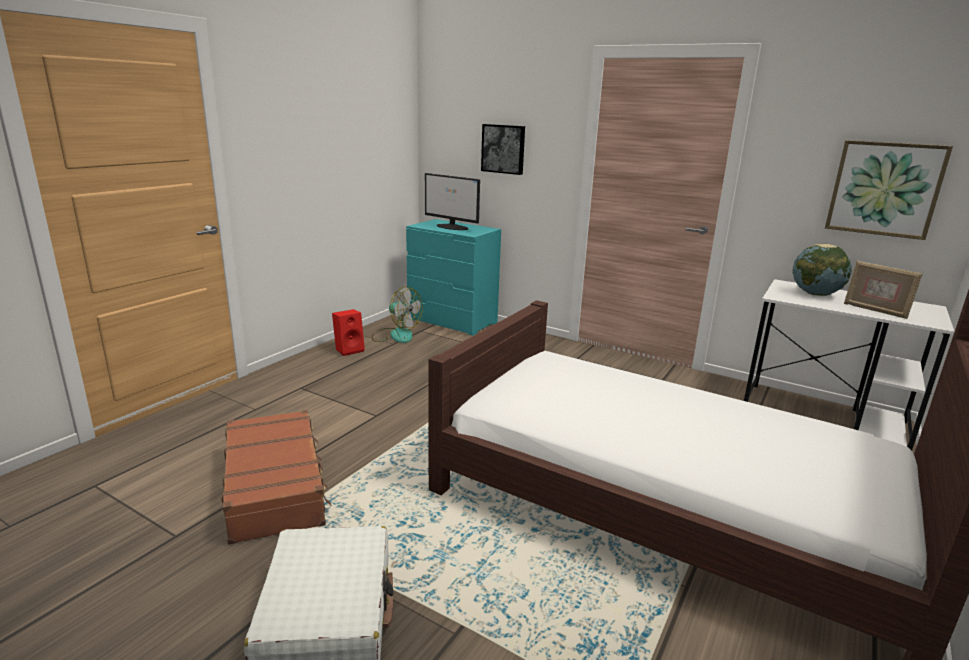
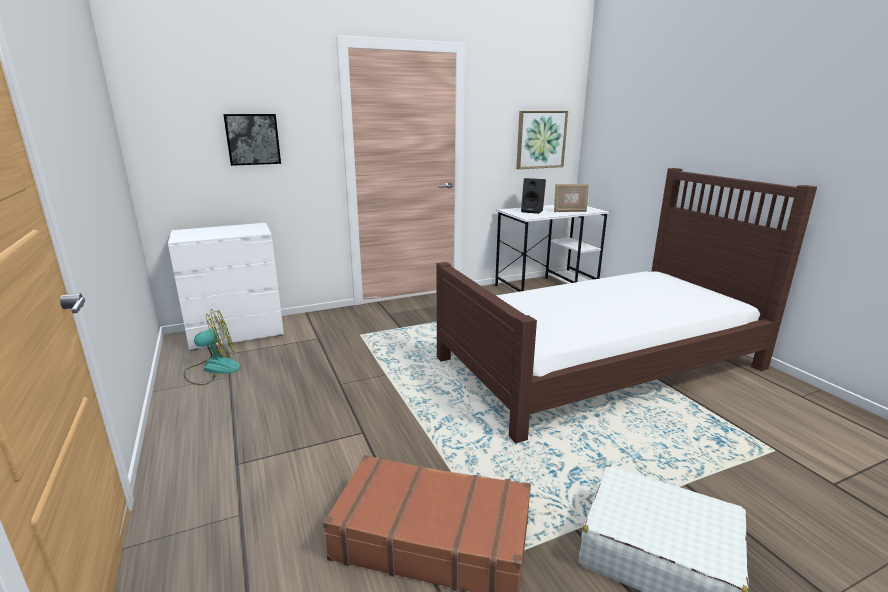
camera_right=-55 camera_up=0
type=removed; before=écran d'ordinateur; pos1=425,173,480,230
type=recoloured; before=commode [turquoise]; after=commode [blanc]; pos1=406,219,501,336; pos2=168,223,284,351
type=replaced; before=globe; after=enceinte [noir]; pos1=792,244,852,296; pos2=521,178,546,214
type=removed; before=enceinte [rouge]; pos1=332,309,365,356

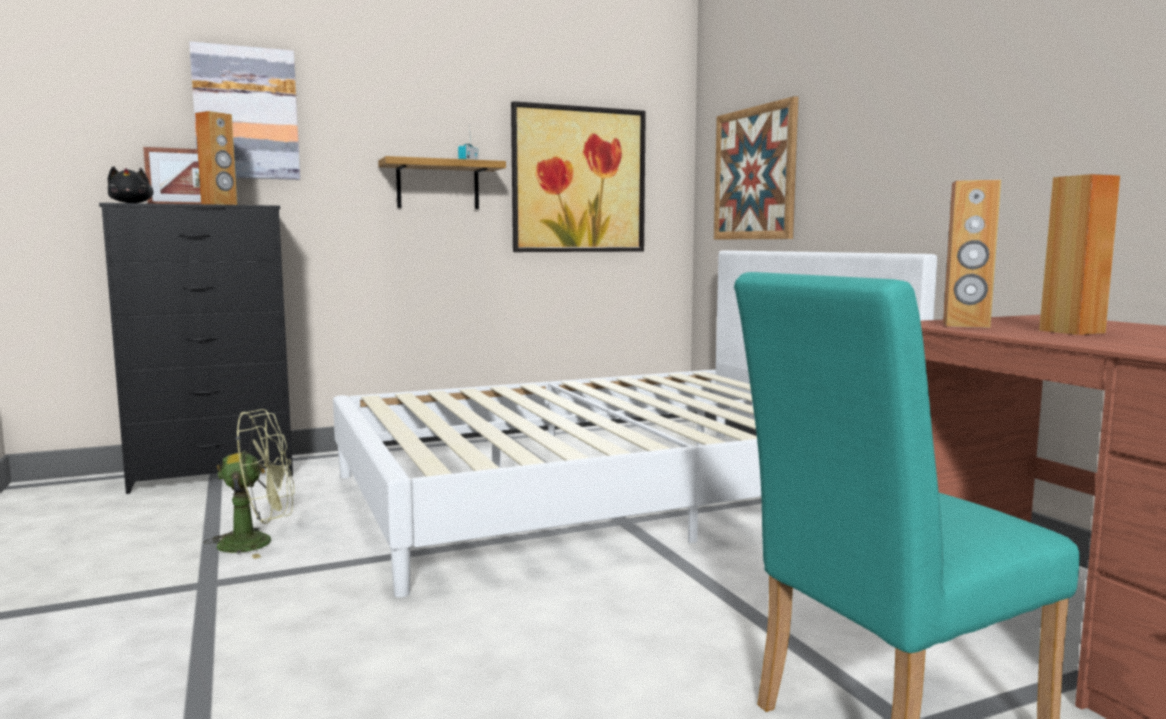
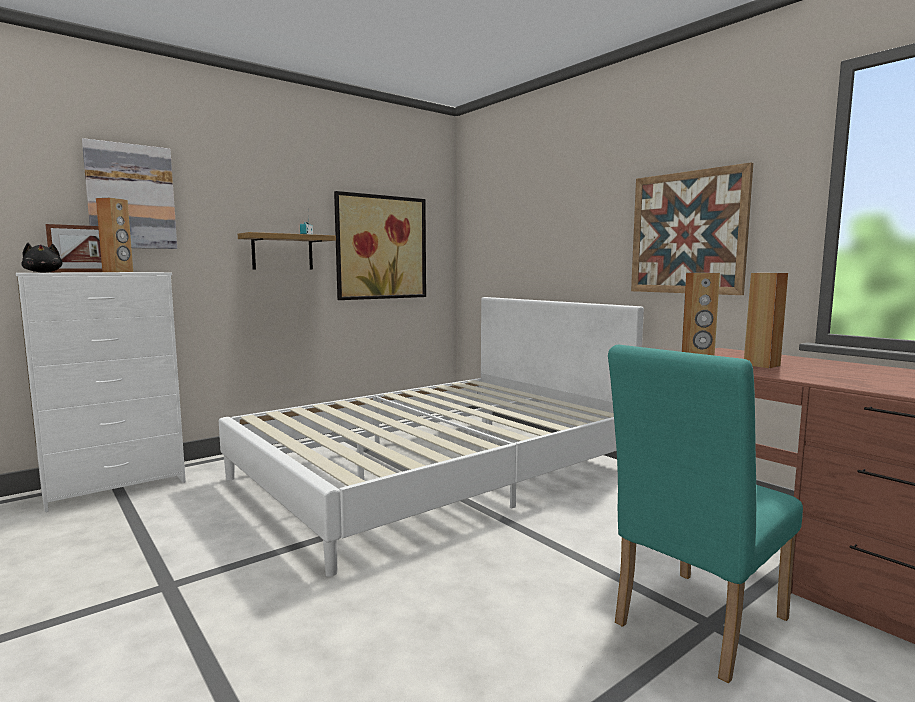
camera_right=-15 camera_up=0
type=moved; before=tableau; pos1=714,96,798,239; pos2=631,163,753,295
type=recoloured; before=commode [noir]; after=commode [blanc]; pos1=99,203,293,494; pos2=16,272,186,512
type=removed; before=ventilateur [vert]; pos1=204,409,294,559

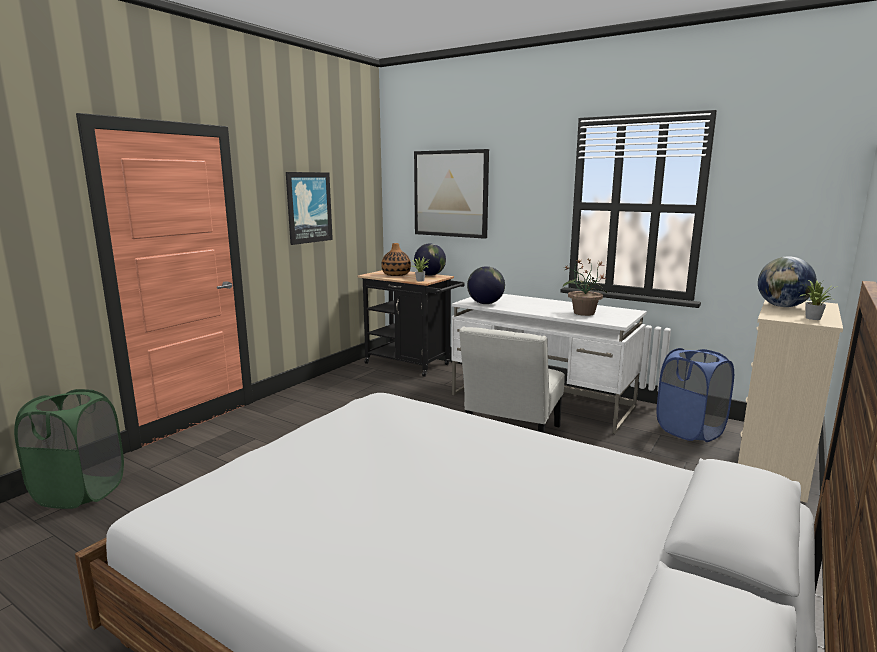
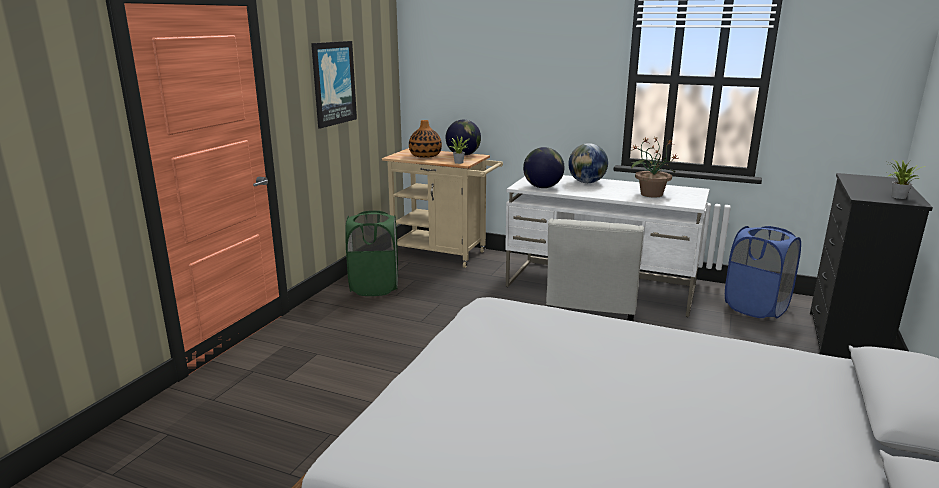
camera_right=-10 camera_up=5
type=removed; before=tableau; pos1=414,149,489,239
type=moved; before=globe; pos1=758,256,817,307; pos2=568,143,608,183
type=recoloured; before=chariot [noir]; after=chariot [beige]; pos1=357,270,465,377; pos2=382,148,503,268
type=recoloured; before=commode [beige]; after=commode [noir]; pos1=738,300,843,503; pos2=810,173,933,359
type=moved; before=panier à linge [vert]; pos1=14,389,124,509; pos2=346,211,398,296

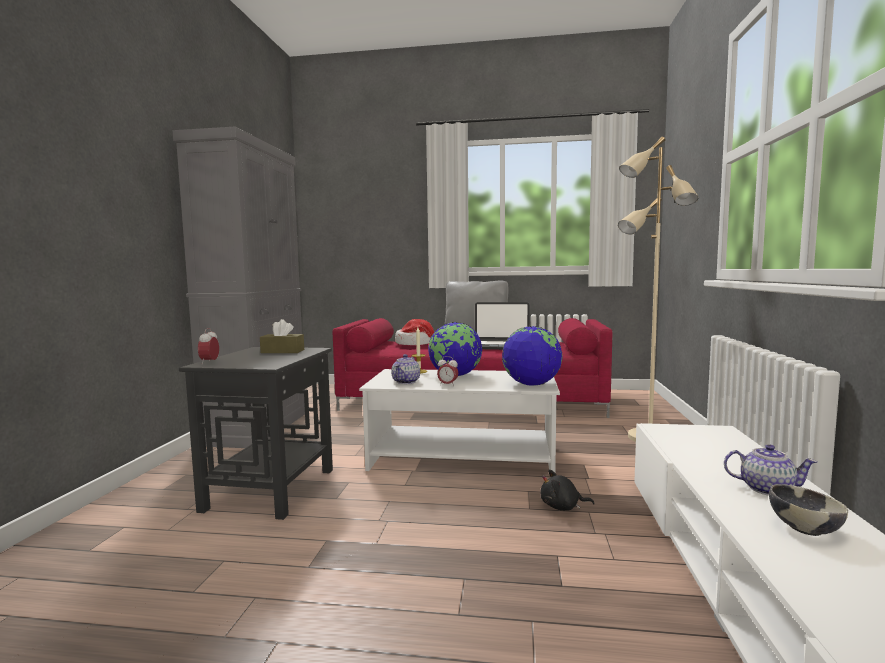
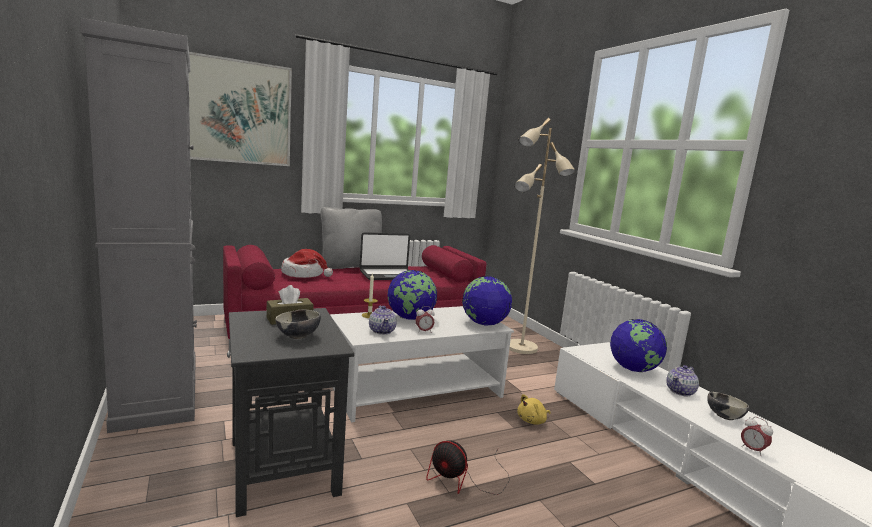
camera_right=-35 camera_up=5
type=moved; before=réveil; pos1=198,328,219,364; pos2=741,417,773,456
type=turned; before=théière; pos1=724,444,817,496; pos2=666,365,699,396; turn=150
type=recoloured; before=peluche [noir]; after=peluche [jaune]; pos1=541,469,595,511; pos2=517,394,550,425
type=added; after=tableau; pos2=189,52,292,166
type=added; after=bol; pos2=275,309,321,339
type=added; after=globe; pos2=610,319,667,372
type=added; after=ventilateur; pos2=426,440,510,495

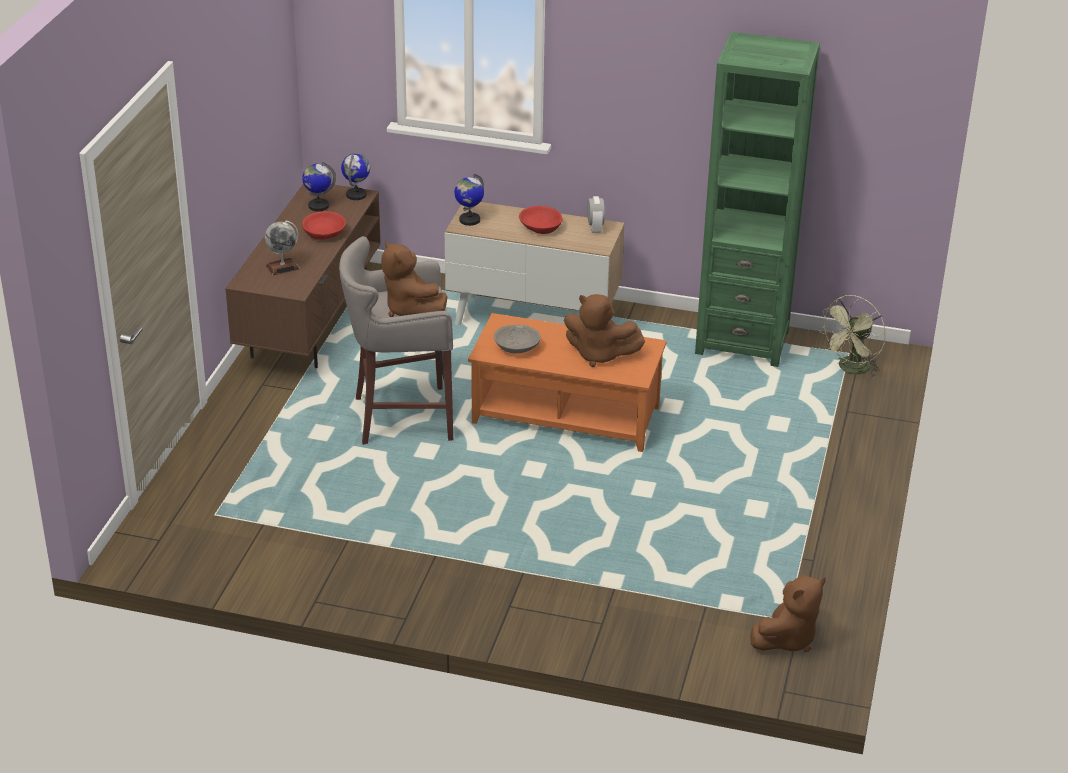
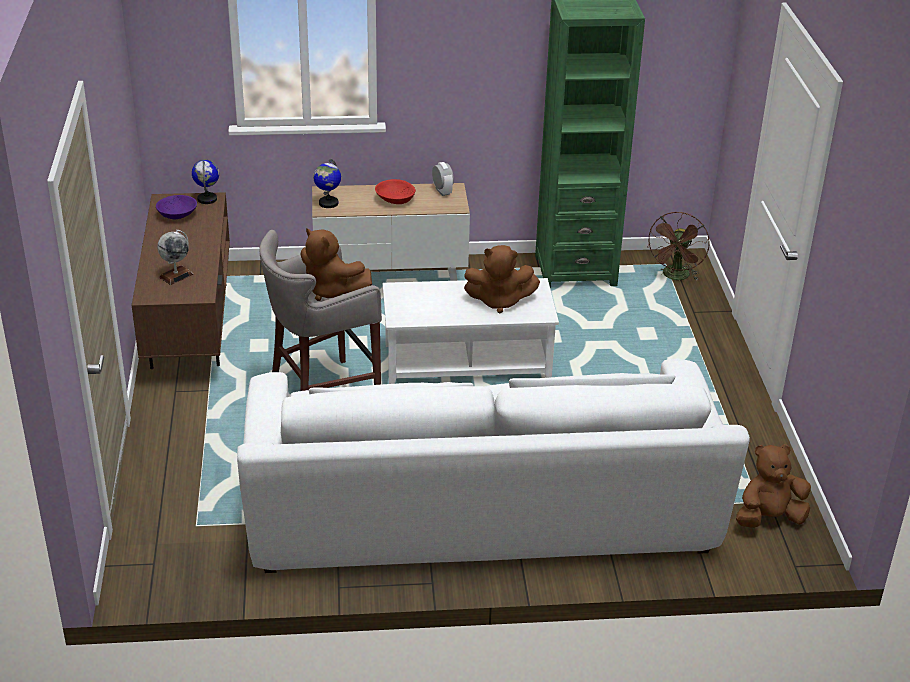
camera_right=-20 camera_up=0
type=replaced; before=globe; after=bol [violet]; pos1=302,162,336,211; pos2=156,195,197,219
type=removed; before=bol [rouge]; pos1=302,211,346,240
type=recoloured; before=ventilateur [vert]; after=ventilateur [marron]; pos1=818,295,886,378; pos2=647,212,710,280
type=recoloured; before=table basse [orange]; after=table basse [blanc]; pos1=468,313,667,452; pos2=383,278,559,384
type=removed; before=bol [gris]; pos1=494,325,541,353
type=turned; before=peluche [marron]; pos1=750,575,826,652; pos2=736,444,811,528; turn=-135
type=added; after=canapé [blanc]; pos2=237,358,750,573

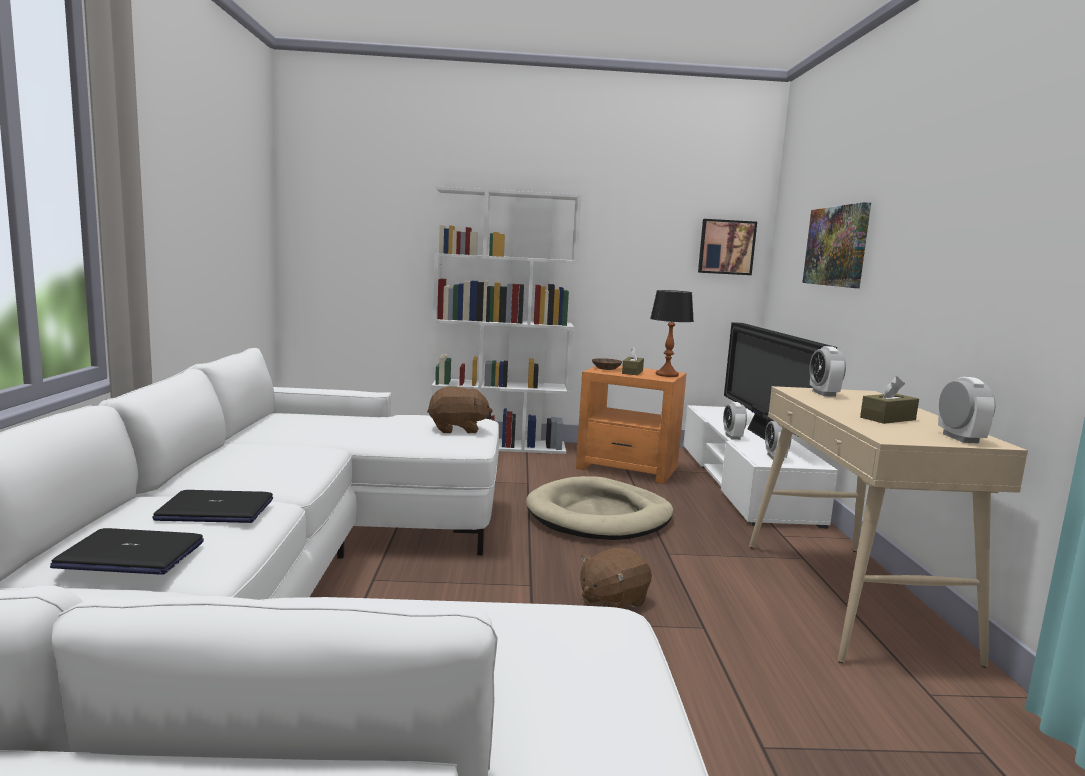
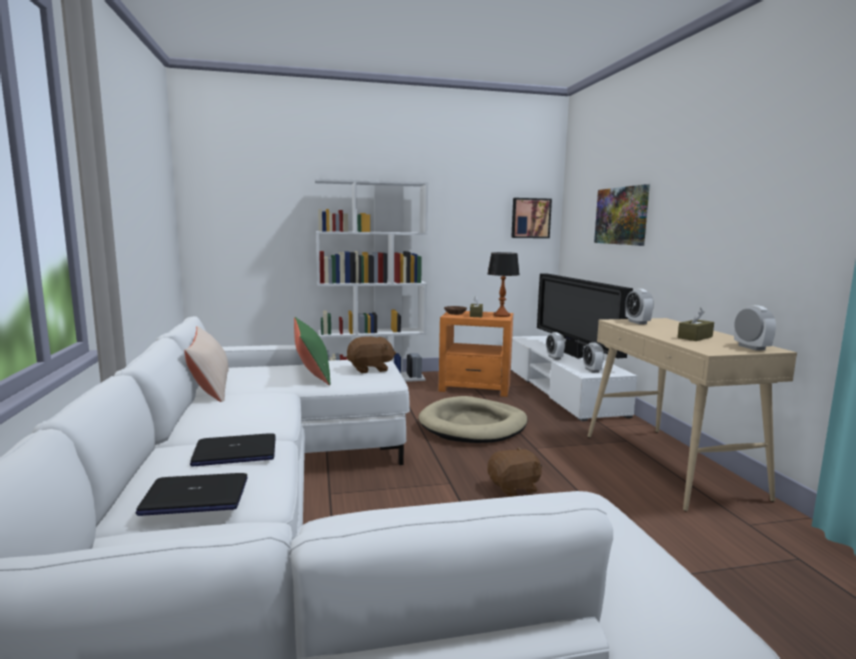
camera_right=-10 camera_up=0
type=turned; before=peluche [marron]; pos1=580,548,652,609; pos2=487,447,542,497; turn=-150
type=added; after=coussin [vert]; pos2=294,317,330,386
type=added; after=coussin [beige]; pos2=184,326,229,402

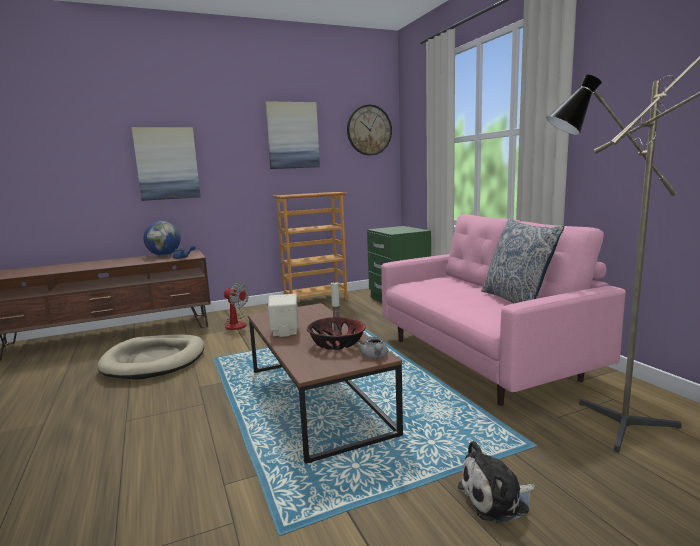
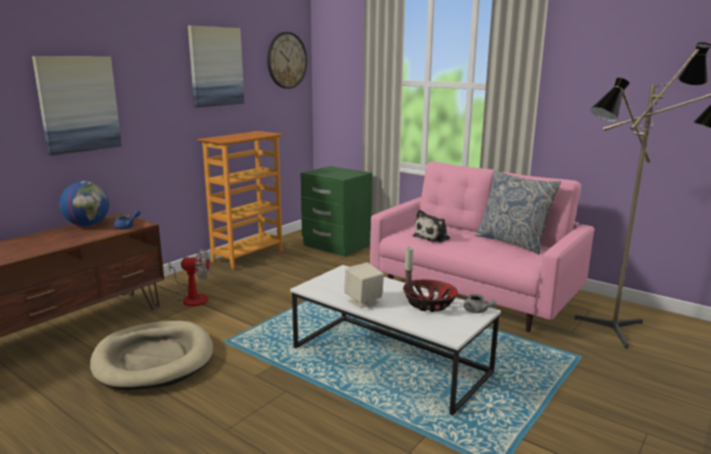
camera_right=-30 camera_up=5
type=recoloured; before=table basse [marron]; after=table basse [blanc]; pos1=248,303,403,464; pos2=290,265,501,415
type=moved; before=peluche; pos1=458,441,535,524; pos2=413,210,450,243

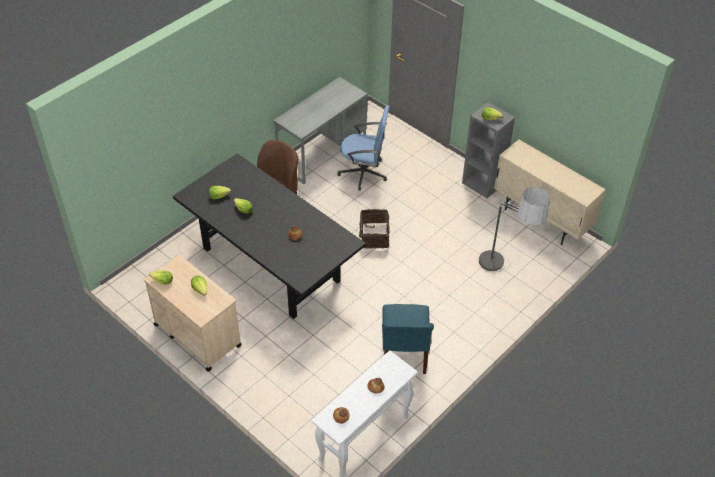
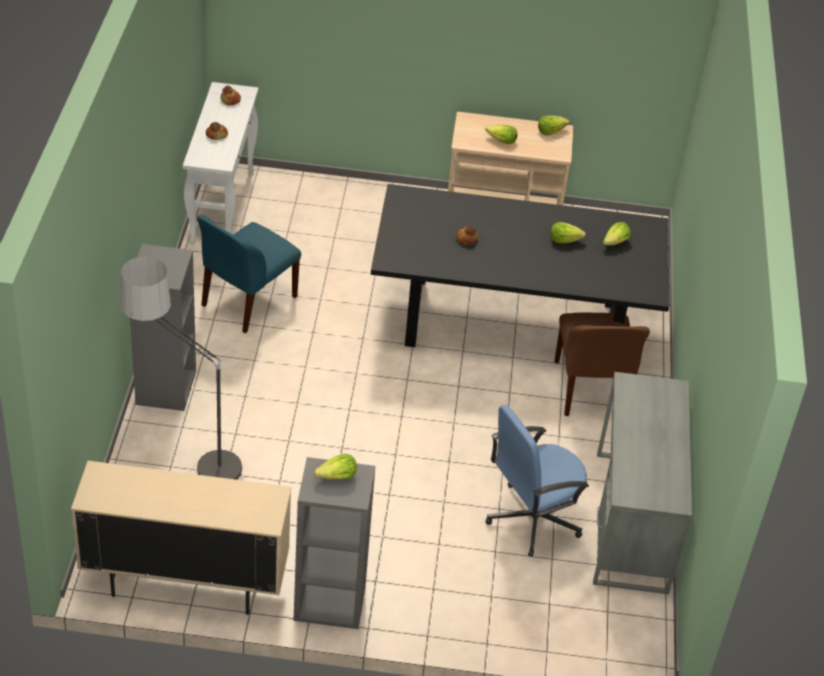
camera_right=140 camera_up=-5
type=removed; before=panier; pos1=353,209,389,249
type=turned; before=chaise [bleu]; pos1=382,304,434,374; pos2=197,215,301,333; turn=-105
type=added; after=bibliothèque [gris]; pos2=130,244,196,411

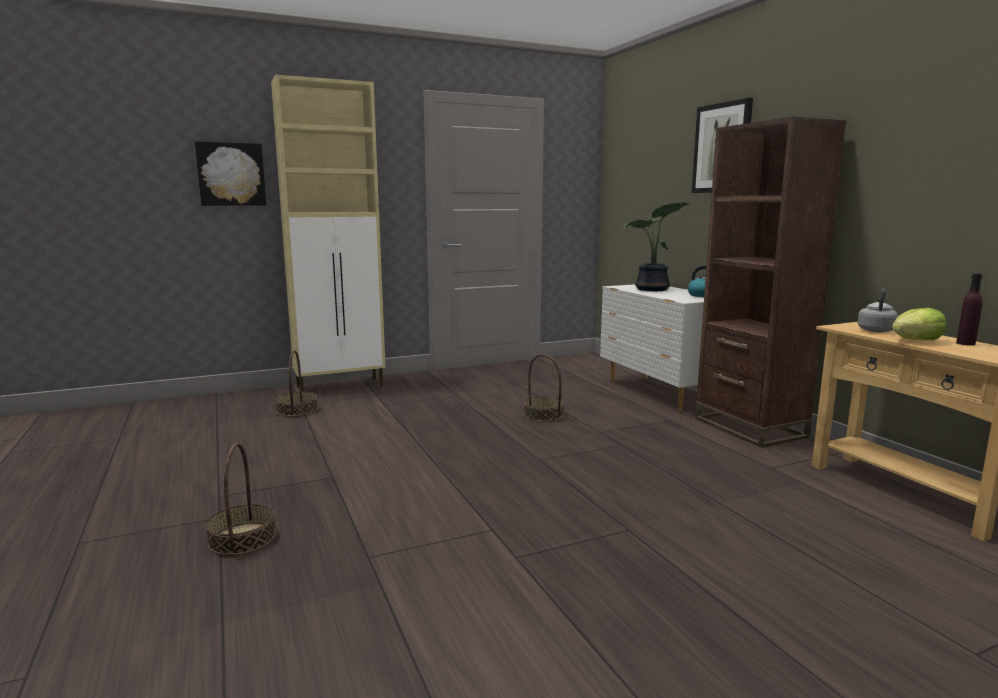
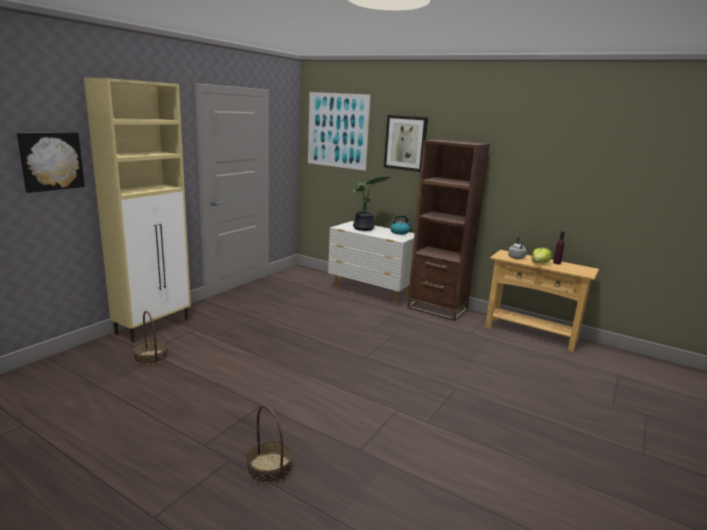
camera_right=-35 camera_up=5
type=removed; before=panier; pos1=524,354,564,422
type=added; after=tableau; pos2=308,92,371,171

